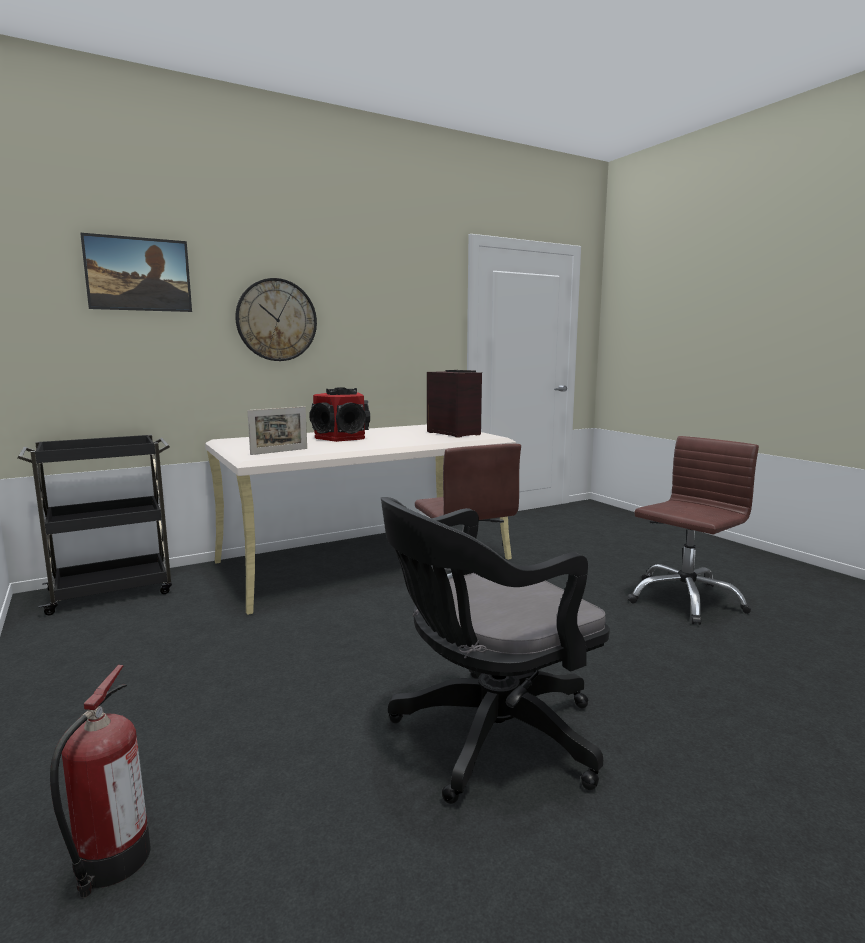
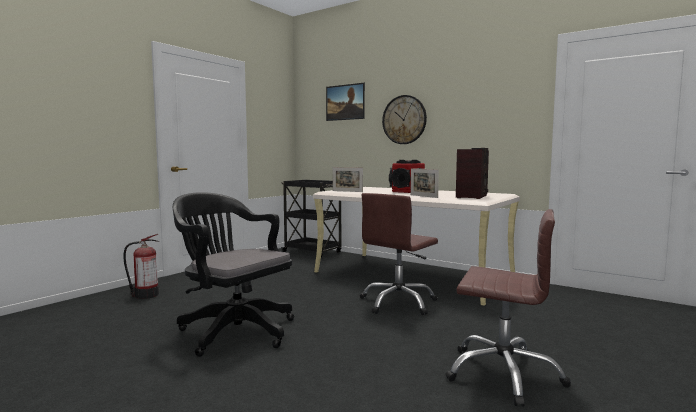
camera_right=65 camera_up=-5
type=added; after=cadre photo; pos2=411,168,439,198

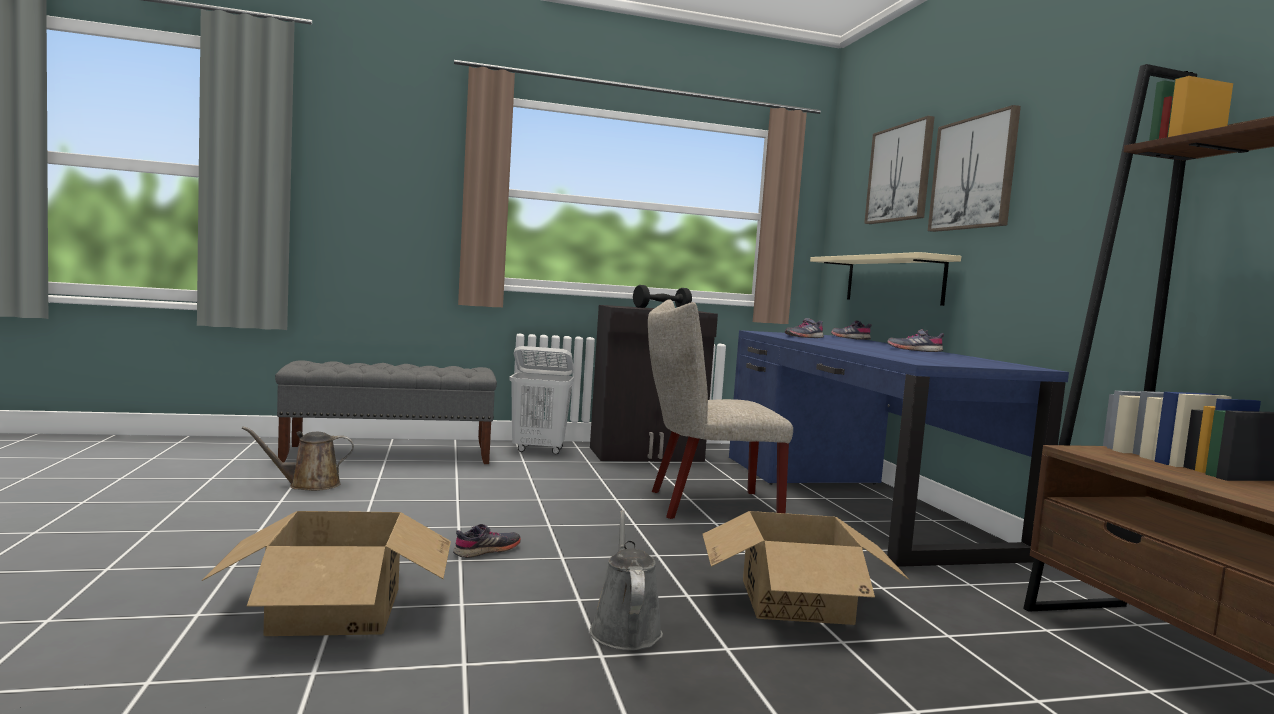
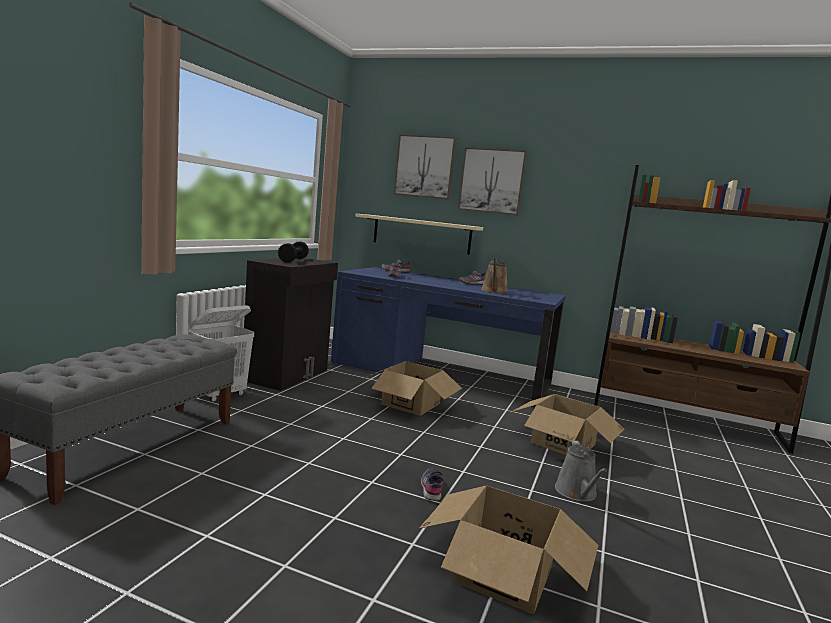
camera_right=-55 camera_up=5
type=replaced; before=chaise [beige]; after=carton; pos1=648,299,793,519; pos2=364,361,462,416
type=moved; before=arrosoir [marron]; pos1=242,426,354,491; pos2=481,258,508,293
type=turned; before=arrosoir [gris]; pos1=590,510,663,650; pos2=555,440,607,502; turn=-120

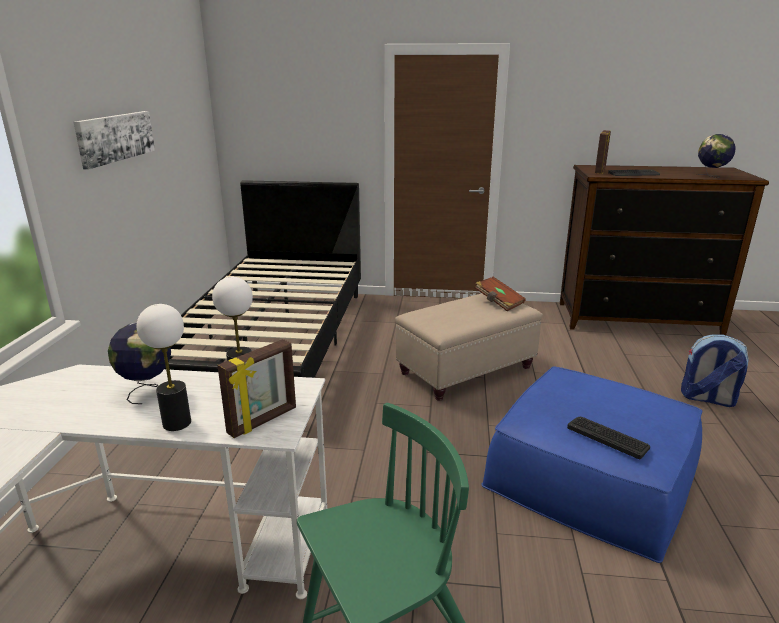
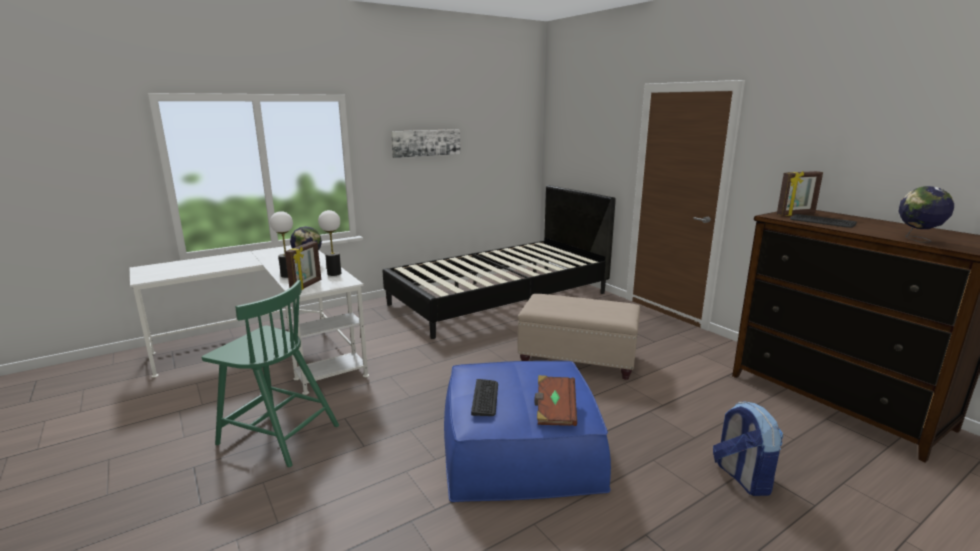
camera_right=50 camera_up=-5
type=moved; before=livre [marron]; pos1=475,277,526,311; pos2=534,375,577,426
type=turned; before=cadre photo; pos1=217,339,296,438; pos2=285,241,321,290; turn=-75

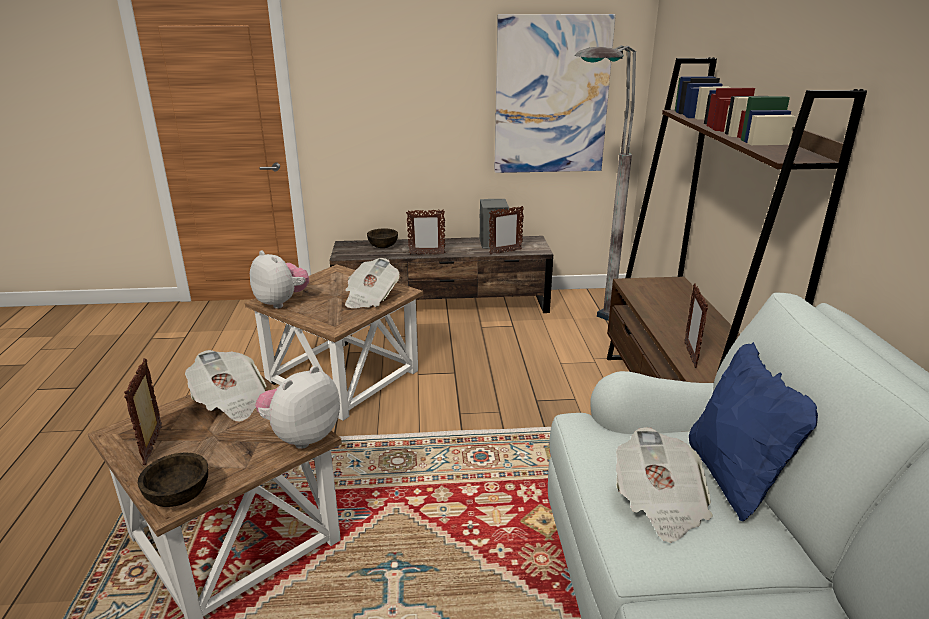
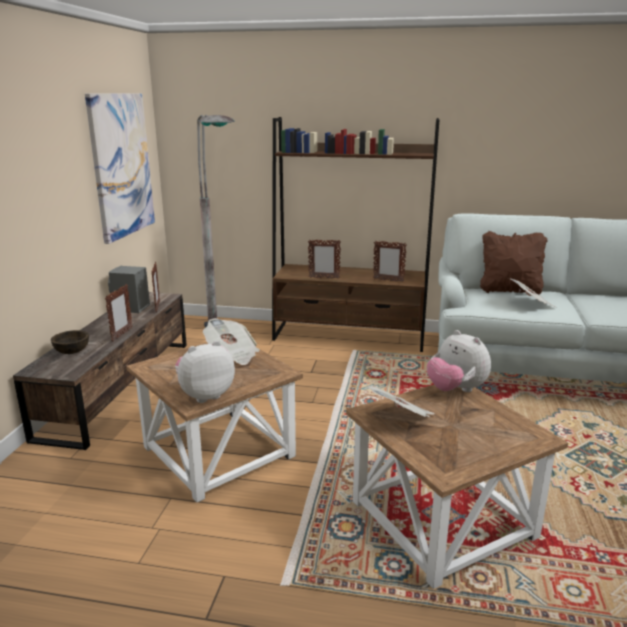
camera_right=-75 camera_up=-5
type=recoloured; before=coussin [bleu]; after=coussin [marron]; pos1=689,342,818,521; pos2=480,231,548,295
type=moved; before=cadre photo; pos1=124,358,162,465; pos2=308,240,341,279
type=removed; before=bol [marron]; pos1=138,453,208,507

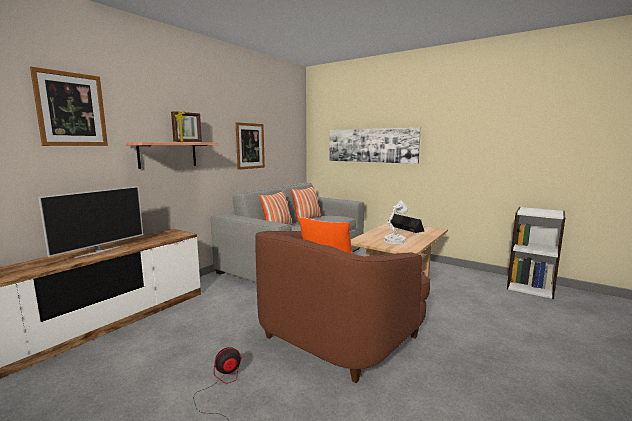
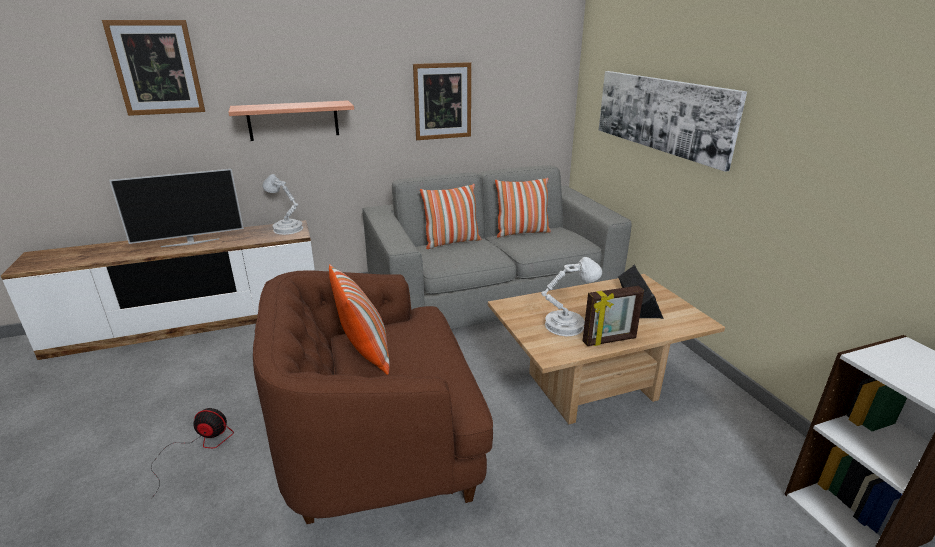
camera_right=35 camera_up=15
type=moved; before=cadre photo; pos1=171,111,202,142; pos2=583,286,644,346
type=added; after=lampe de table [blanc]; pos2=263,174,303,235

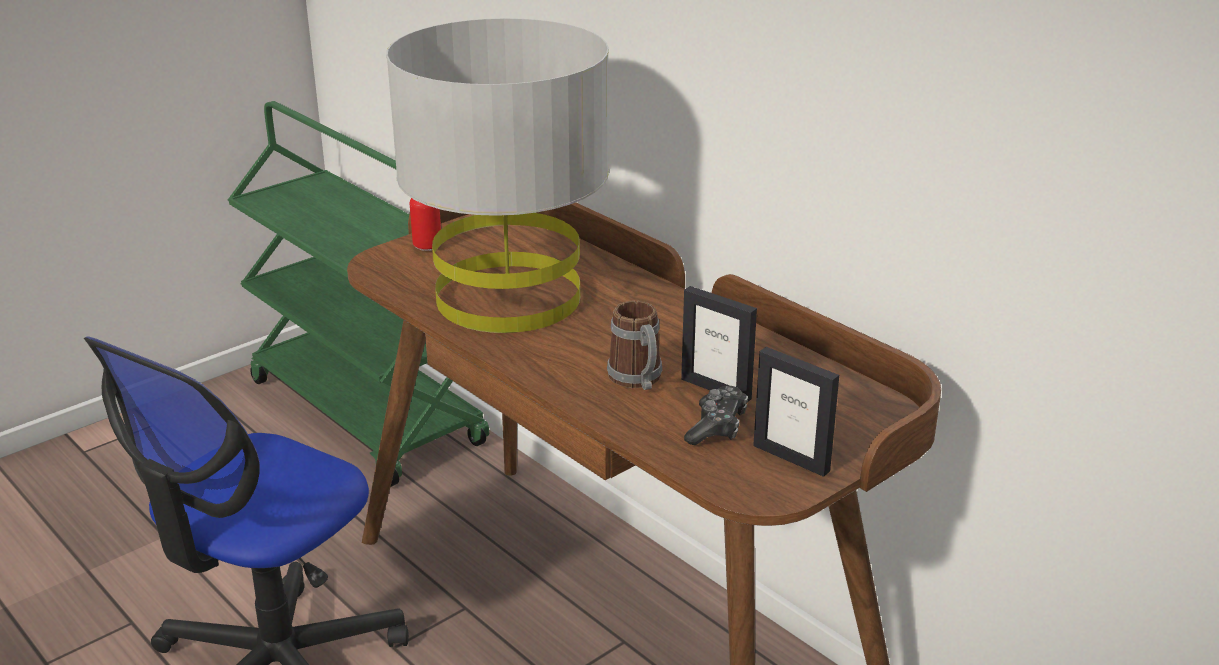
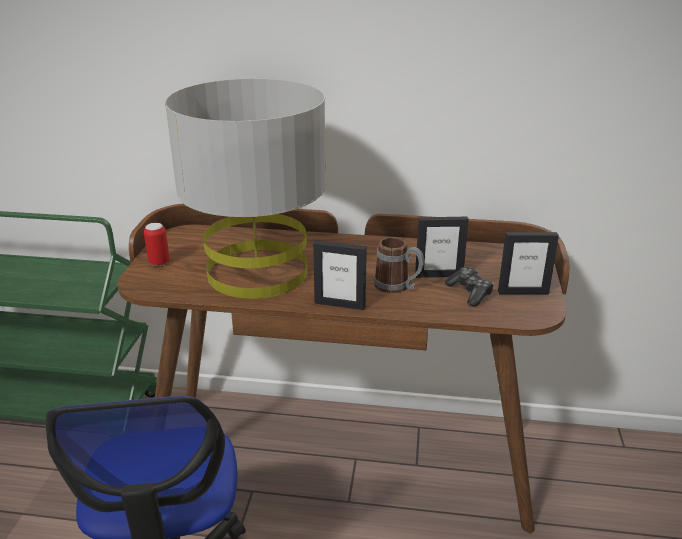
camera_right=-40 camera_up=0
type=added; after=cadre photo; pos2=313,240,367,310

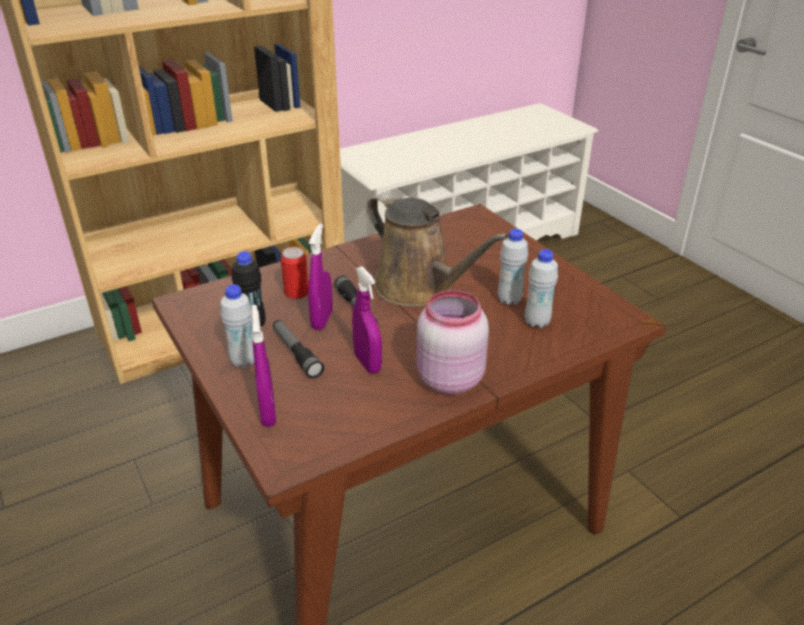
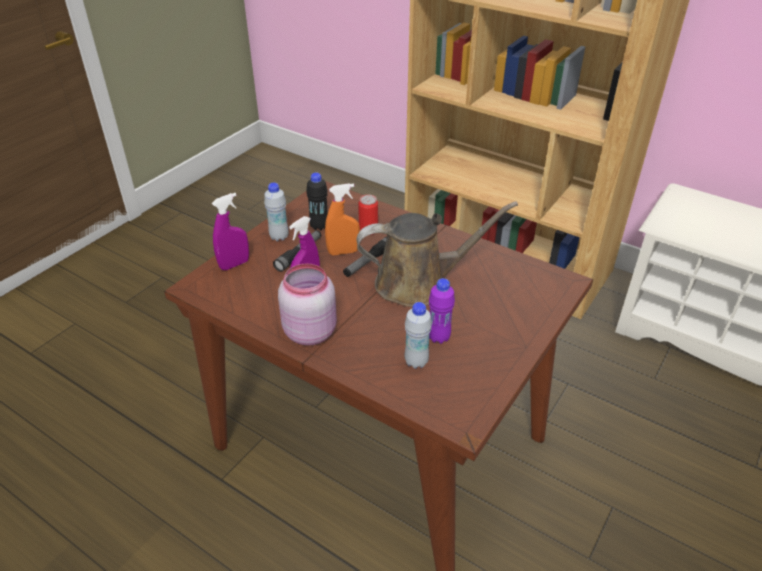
camera_right=65 camera_up=5
type=turned; before=arrosoir [marron]; pos1=367,192,509,307; pos2=357,201,518,307; turn=-120
type=recoloured; before=vaporisateur [violet]; after=vaporisateur [orange]; pos1=308,223,333,330; pos2=325,183,360,255
type=recoloured; before=bouteille [blanc]; after=bouteille [violet]; pos1=498,229,528,305; pos2=429,278,455,344

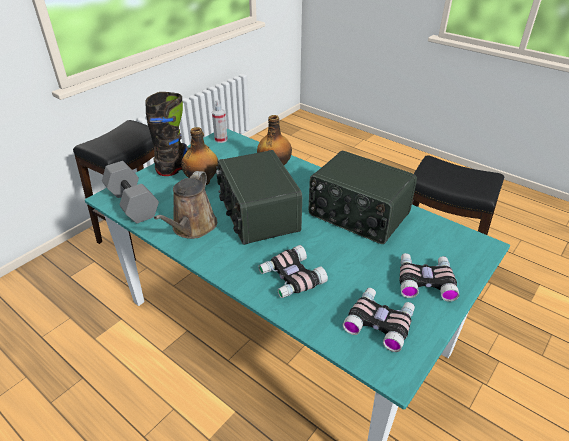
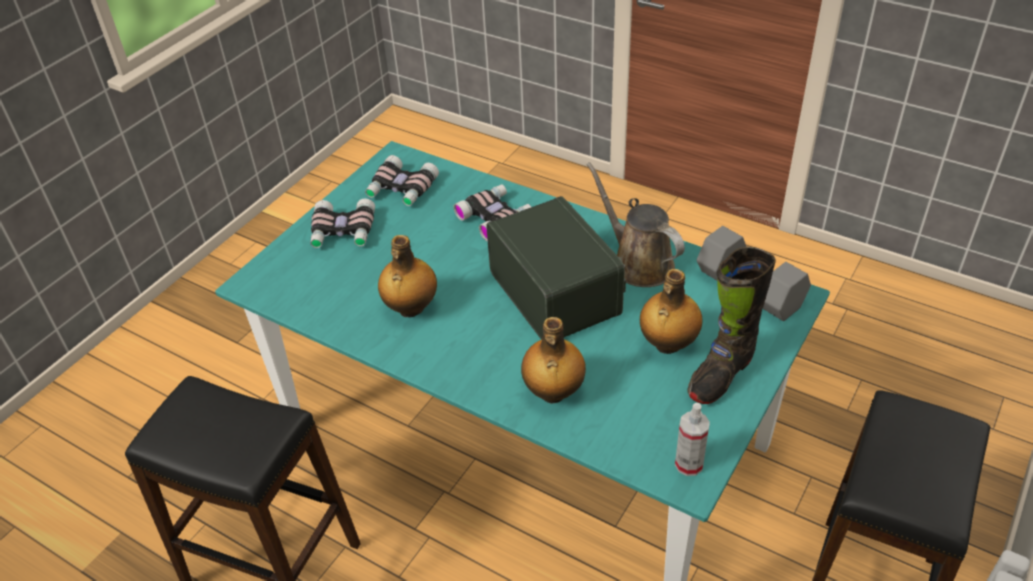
camera_right=175 camera_up=5
type=replaced; before=radio; after=bouteille; pos1=309,151,417,244; pos2=378,235,437,317
type=turned; before=arrosoir [marron]; pos1=154,171,217,239; pos2=586,162,685,287; turn=-45

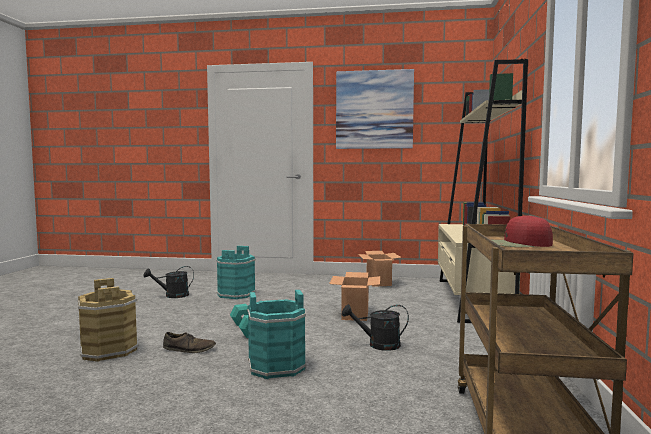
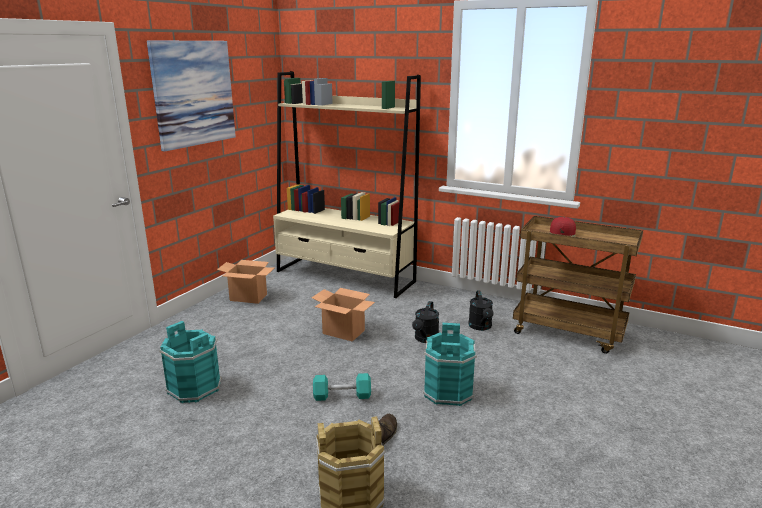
camera_right=-70 camera_up=15
type=moved; before=arrosoir [noir]; pos1=144,266,194,298; pos2=468,291,494,331

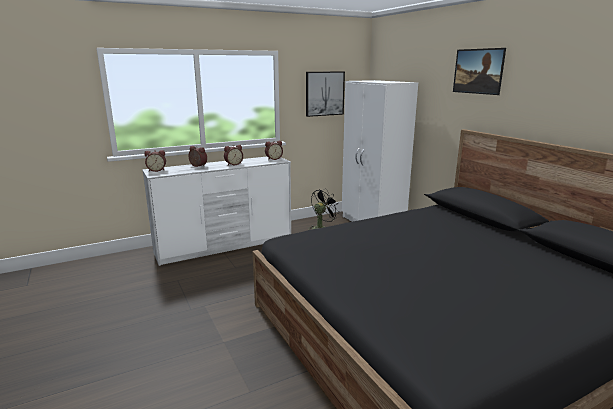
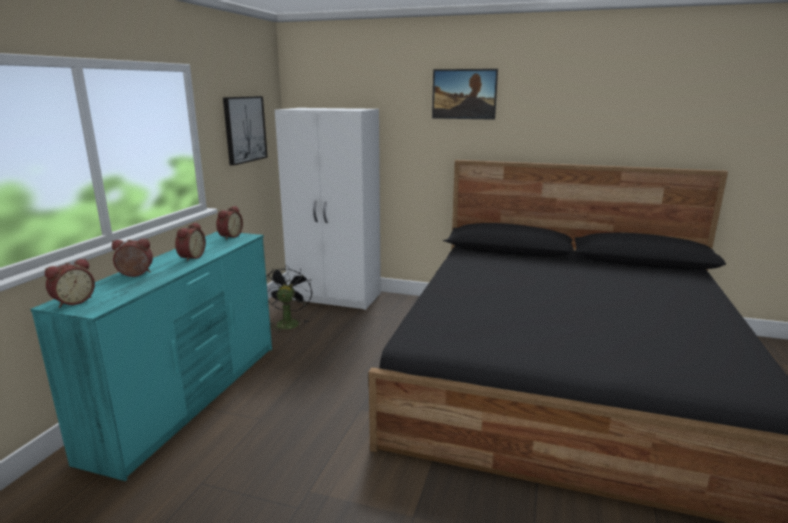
camera_right=-45 camera_up=0
type=recoloured; before=commode [blanc]; after=commode [turquoise]; pos1=142,156,291,266; pos2=30,231,272,481

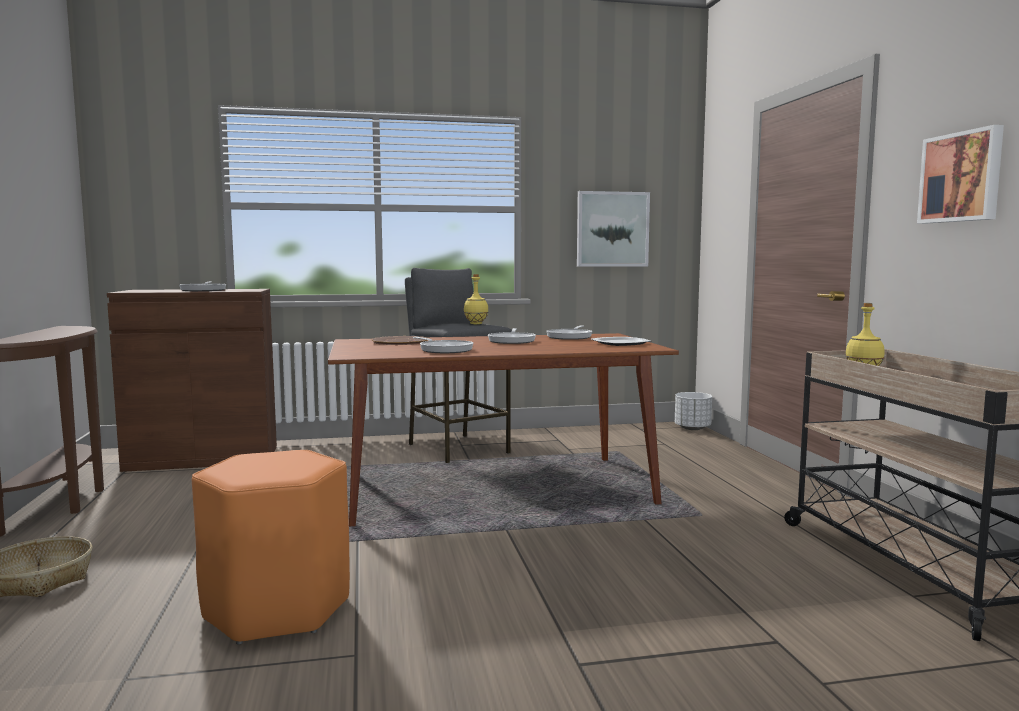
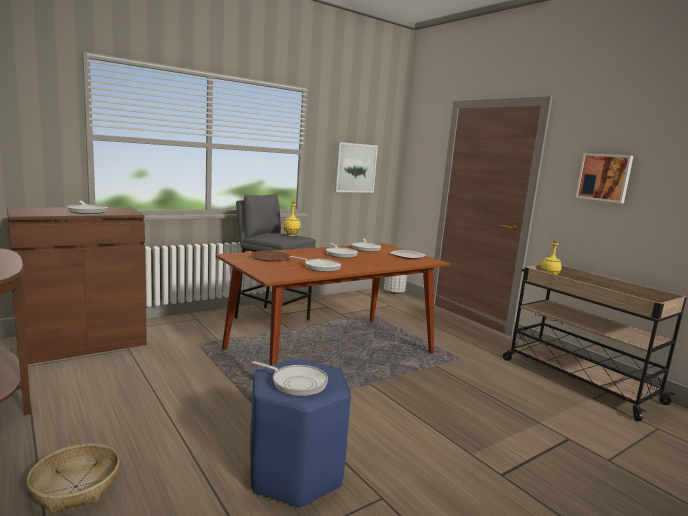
camera_right=-25 camera_up=5
type=recoloured; before=tabouret [orange]; after=tabouret [bleu]; pos1=192,450,350,644; pos2=250,359,351,509
type=added; after=poêle; pos2=252,361,328,396

